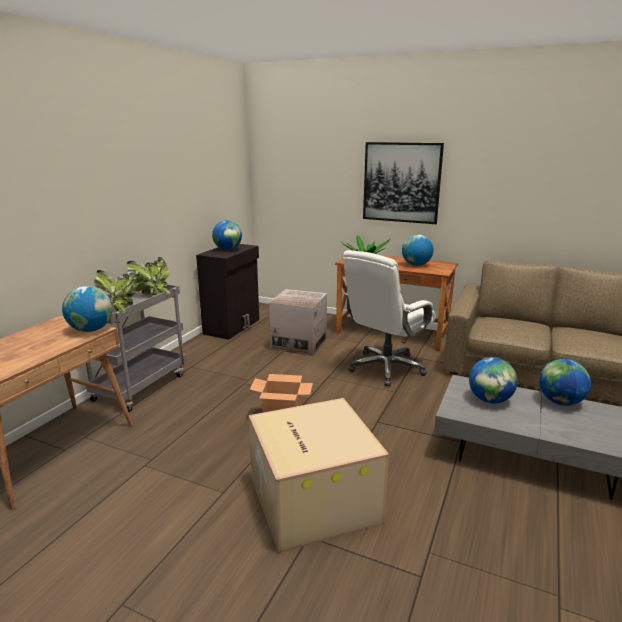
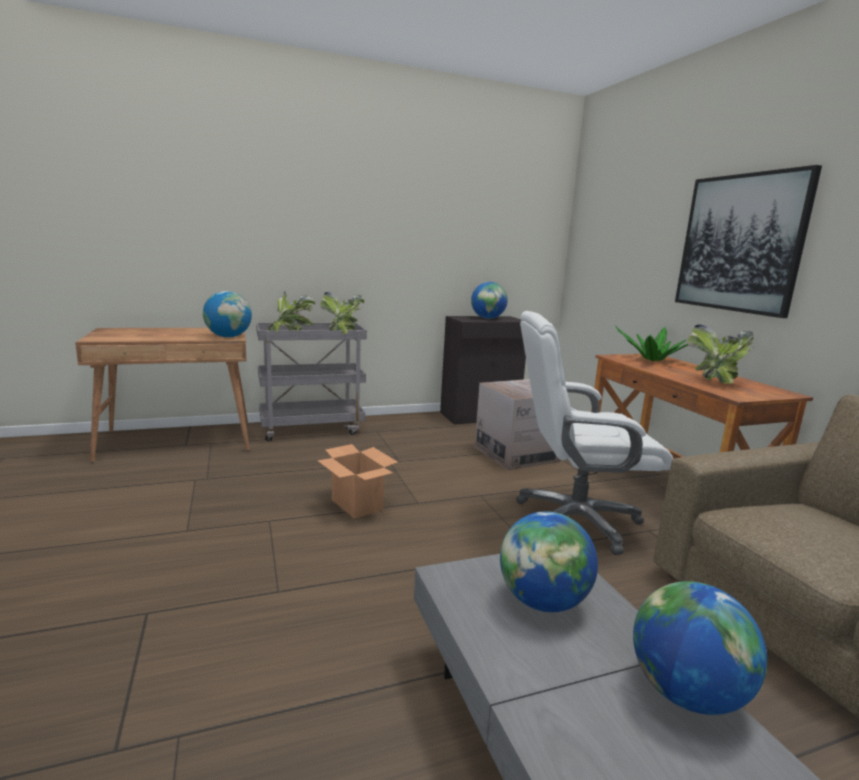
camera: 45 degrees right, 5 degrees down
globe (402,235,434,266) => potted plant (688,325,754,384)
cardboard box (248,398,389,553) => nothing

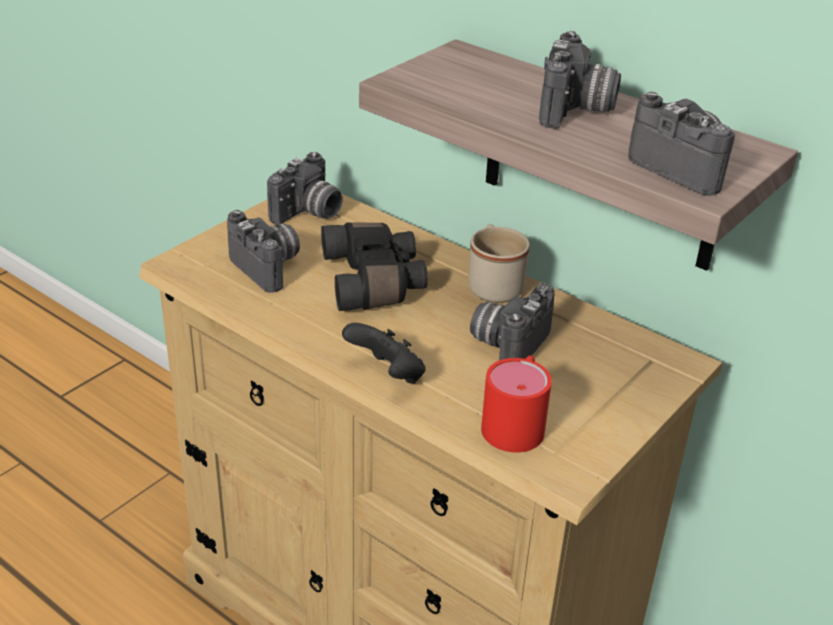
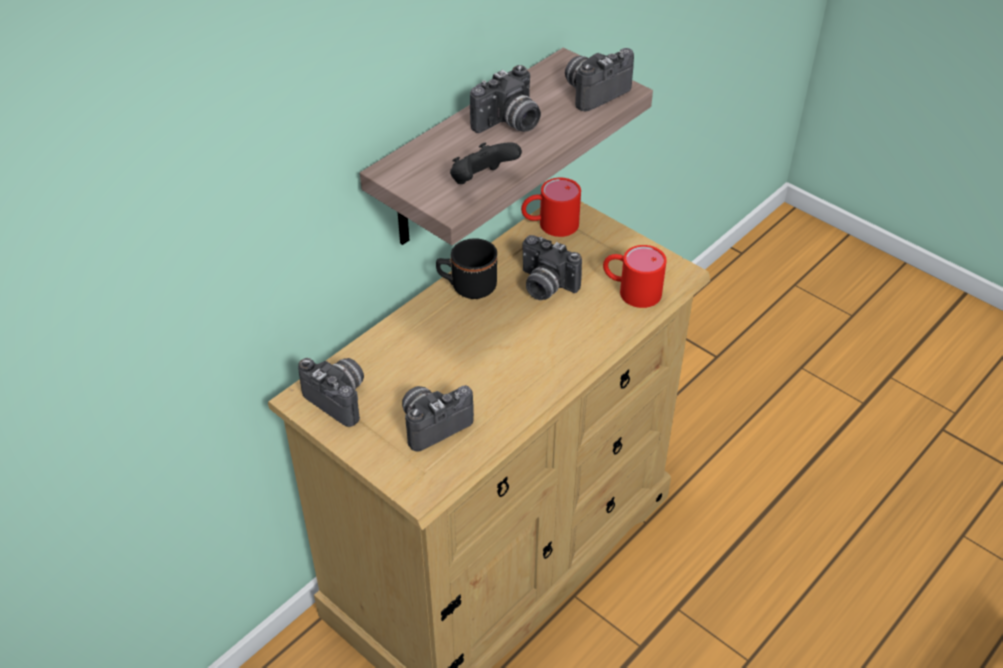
camera: 85 degrees left, 10 degrees up
photo camera (539,31,621,129) => photo camera (470,65,541,133), 120 degrees clockwise
black binoculars (321,222,428,311) => nothing
beige mug (469,224,530,303) => black mug (436,238,497,299)
black game controller (342,323,426,384) => black game controller (450,142,522,184), move
nothing => red mug (521,178,581,237)

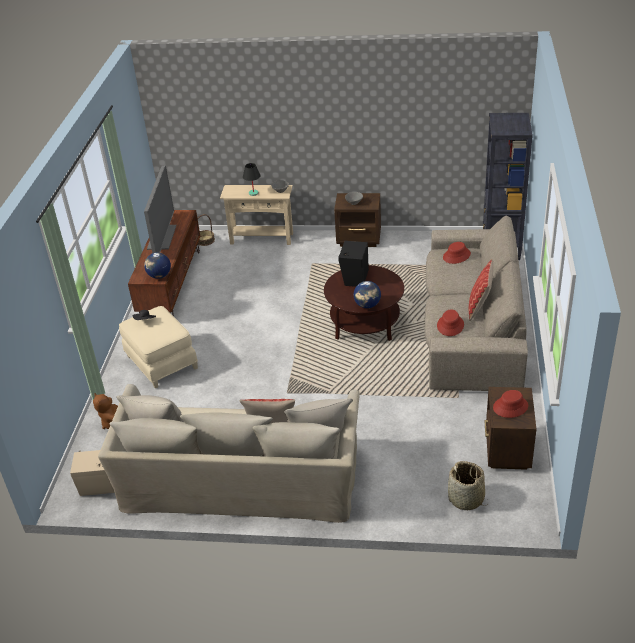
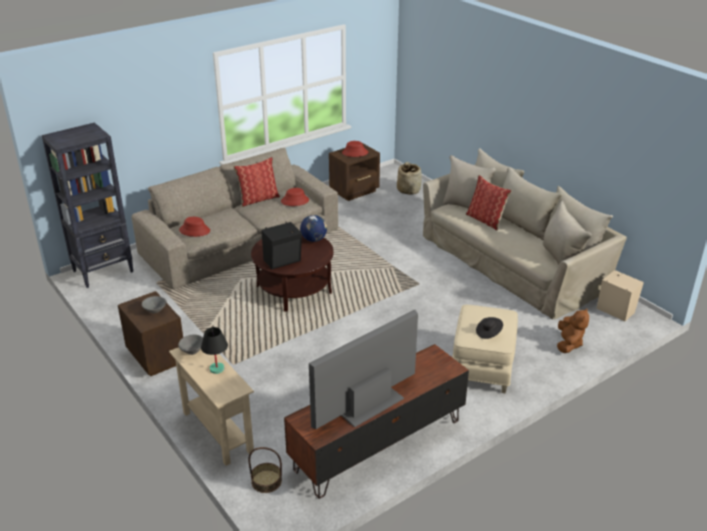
camera: 135 degrees left, 5 degrees down
globe (144,253,171,279) => nothing

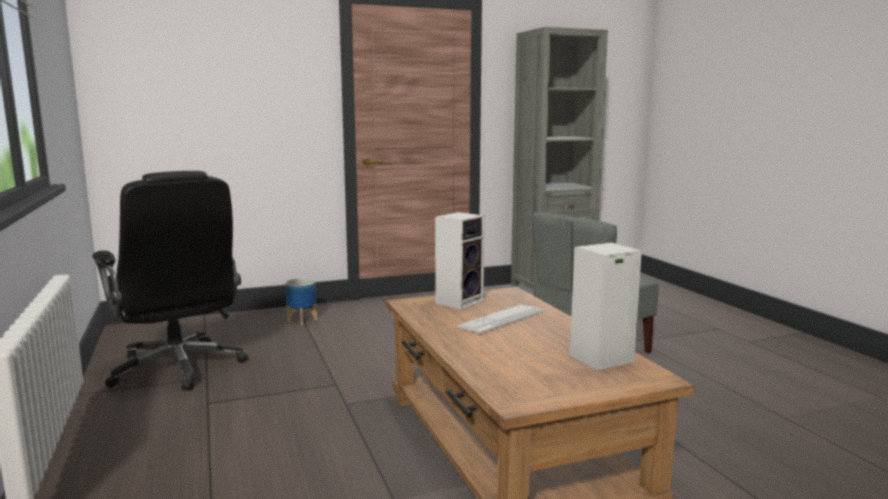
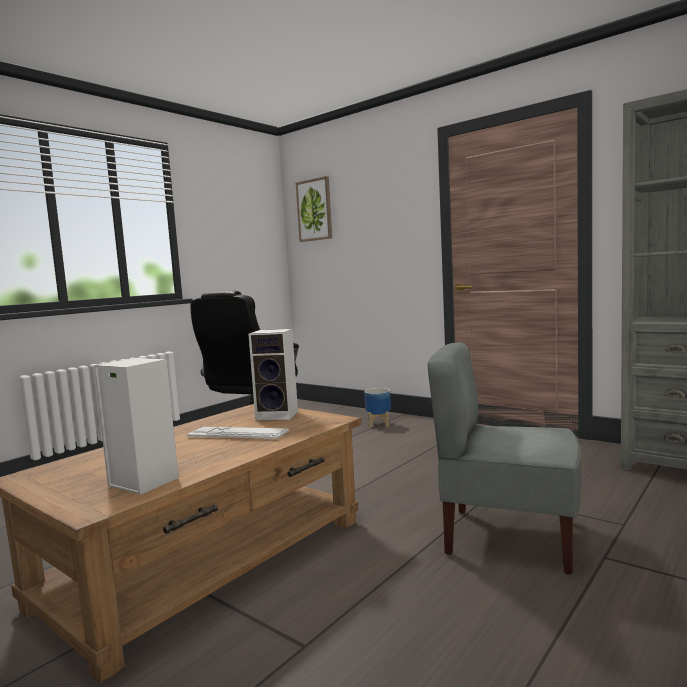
camera: 60 degrees right, 5 degrees down
nothing => picture (296,176,332,242)

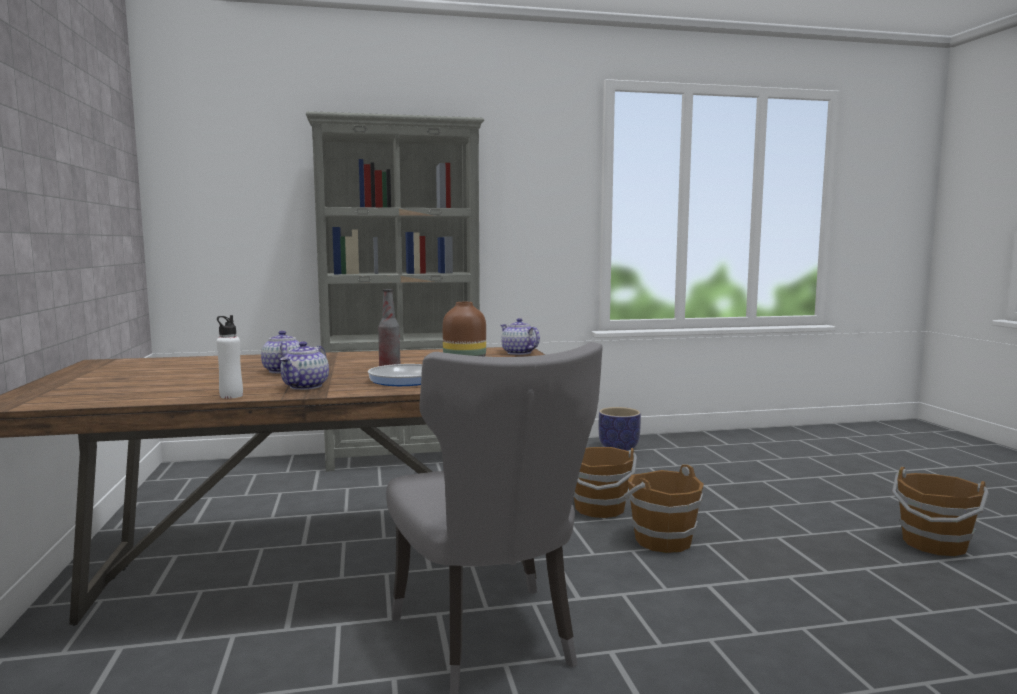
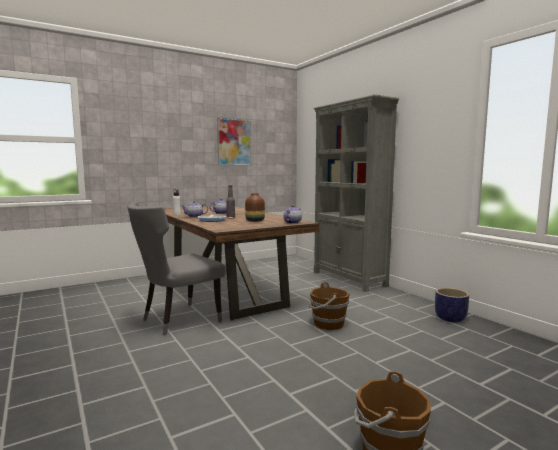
camera: 70 degrees right, 0 degrees up
brown bucket (624,464,704,553) => nothing
nothing => picture (217,117,251,166)

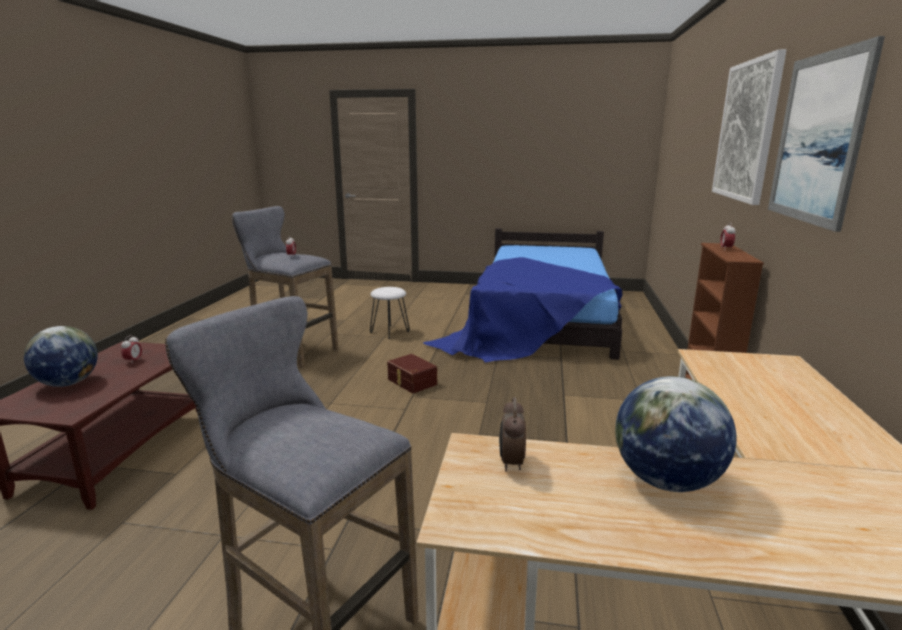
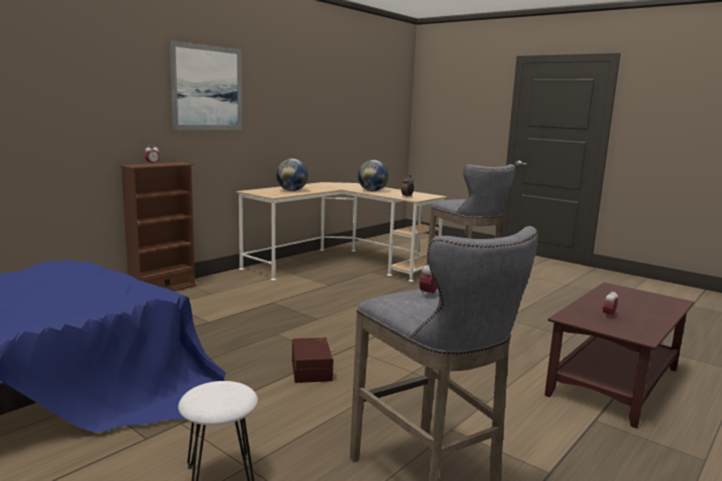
camera: 150 degrees left, 5 degrees down
picture (712,49,786,205) => nothing
globe (24,326,98,387) => globe (276,159,308,191), move

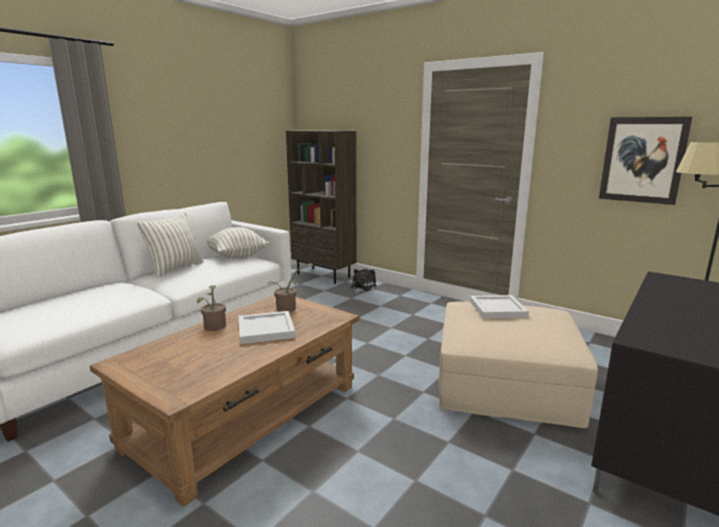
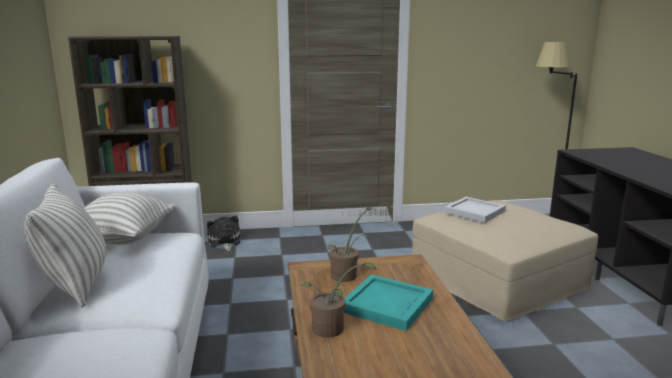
camera: 45 degrees left, 0 degrees up
picture (599,117,692,205) => nothing
white tray (239,311,295,344) => turquoise tray (344,274,433,331)

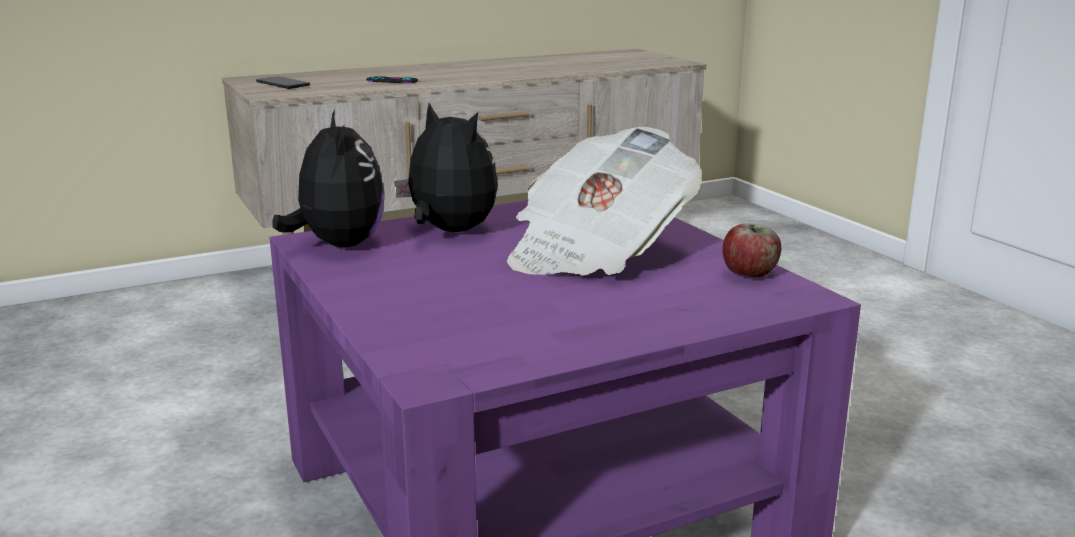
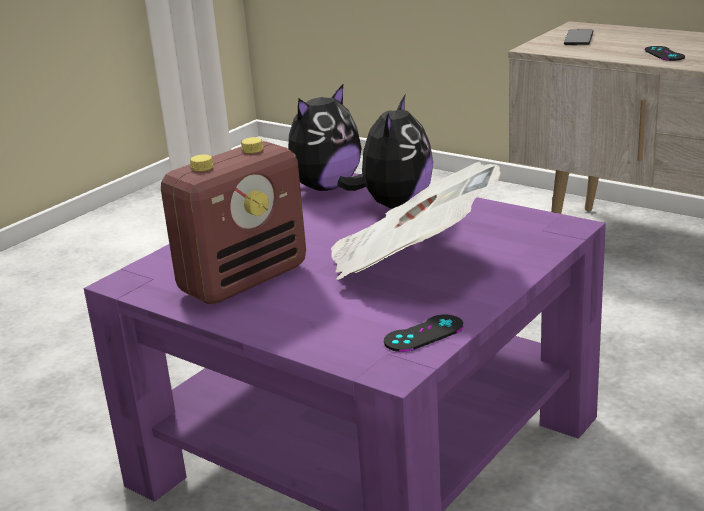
camera: 65 degrees right, 5 degrees up
apple (723,223,781,277) => black game controller (384,315,464,352)
nothing => radio (161,137,306,304)

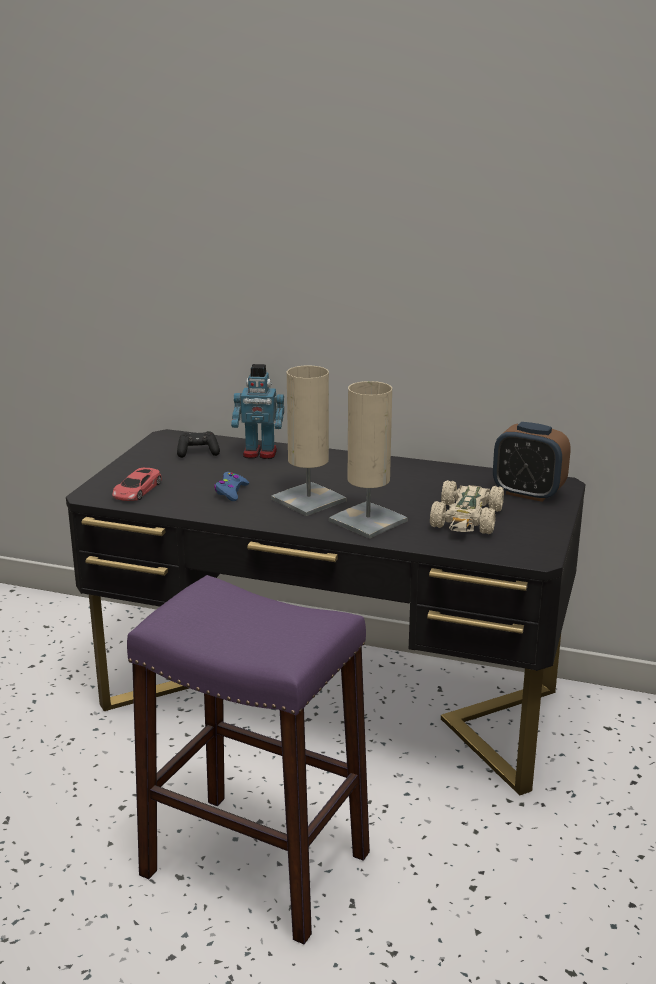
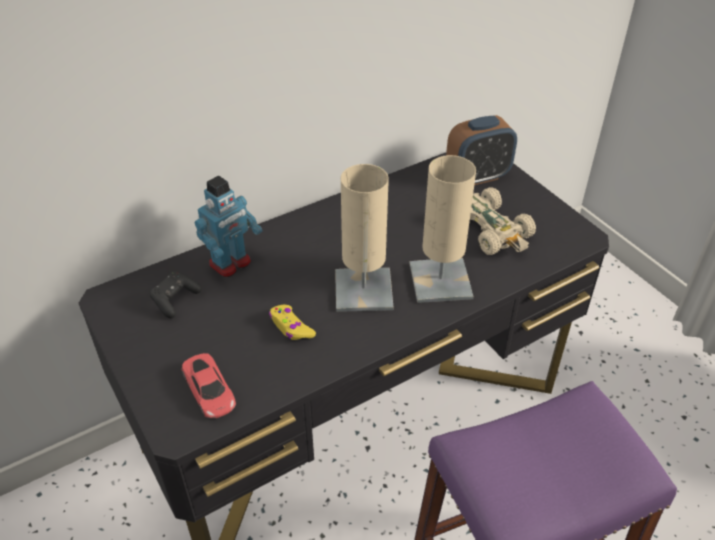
camera: 50 degrees left, 20 degrees up
blue game controller (214,472,249,501) => yellow game controller (269,305,316,340)

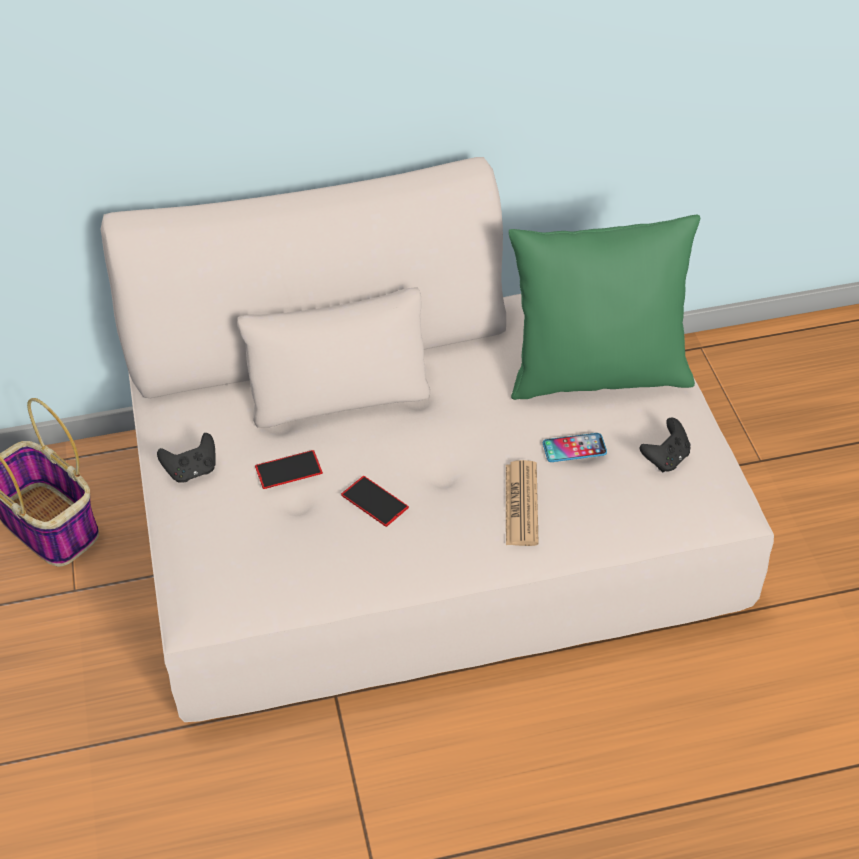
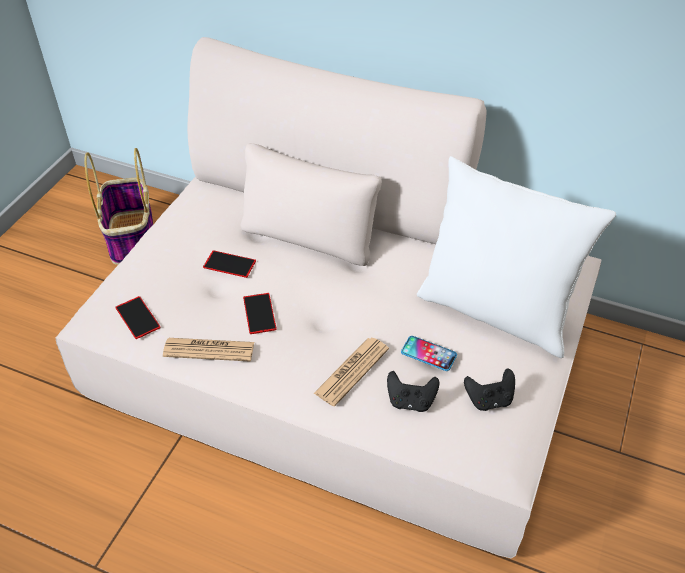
camera: 35 degrees right, 0 degrees up
green pillow (509,215,700,400) => white pillow (417,156,616,358)
black game controller (157,433,216,483) => black game controller (387,371,439,412), move
nothing => phone (116,296,161,339)
nothing => newspaper (163,338,254,361)

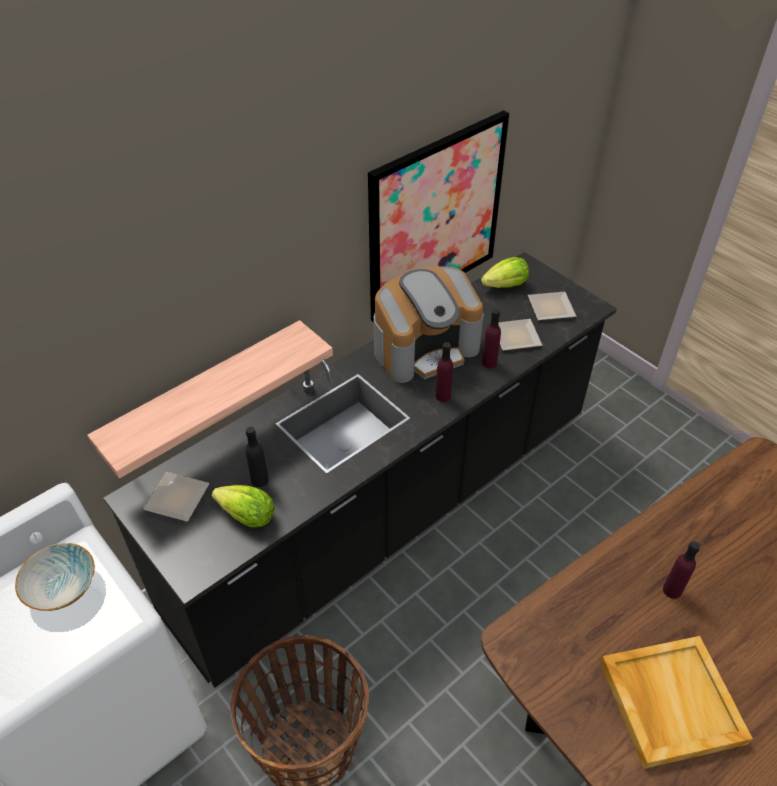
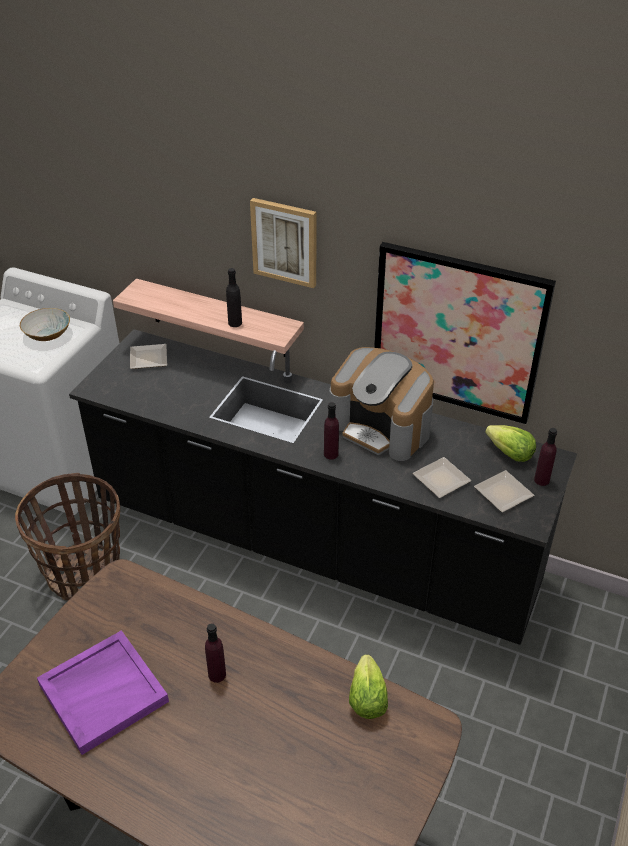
camera: 65 degrees right, 5 degrees down
purple bottle (482,309,501,368) => purple bottle (534,428,557,486), move
black bottle (245,427,269,487) => black bottle (226,268,242,327), move
lettuce (212,485,275,527) => lettuce (349,655,388,719), move
beige tray (600,636,753,769) => purple tray (37,630,169,755)
nothing => picture (250,198,316,288)

